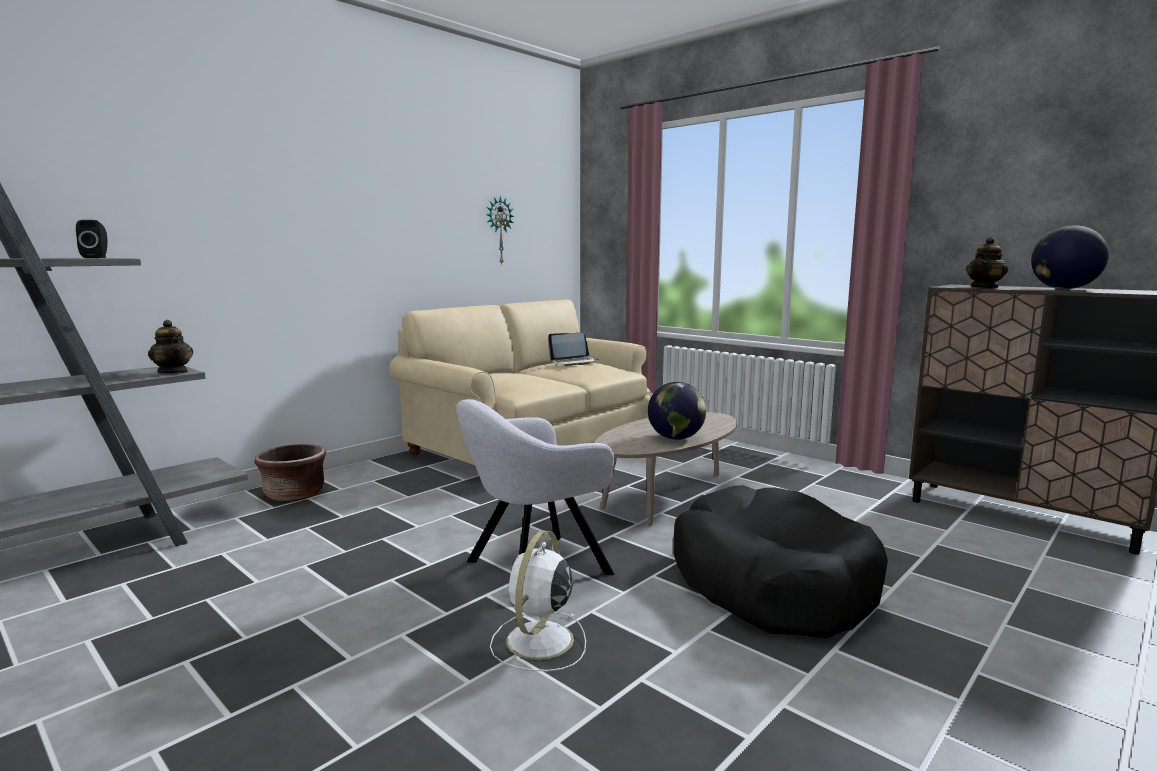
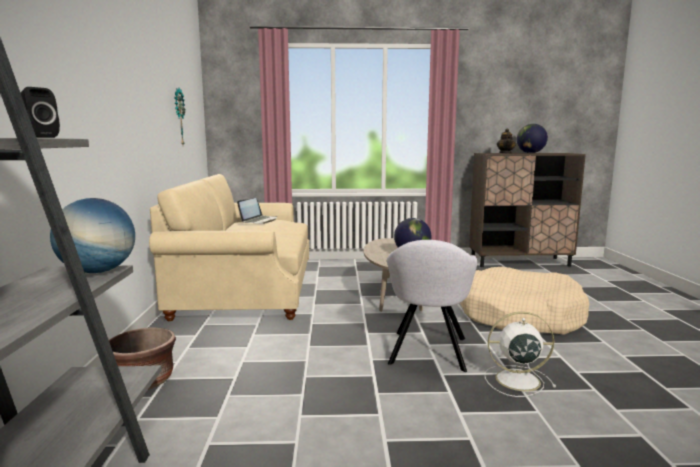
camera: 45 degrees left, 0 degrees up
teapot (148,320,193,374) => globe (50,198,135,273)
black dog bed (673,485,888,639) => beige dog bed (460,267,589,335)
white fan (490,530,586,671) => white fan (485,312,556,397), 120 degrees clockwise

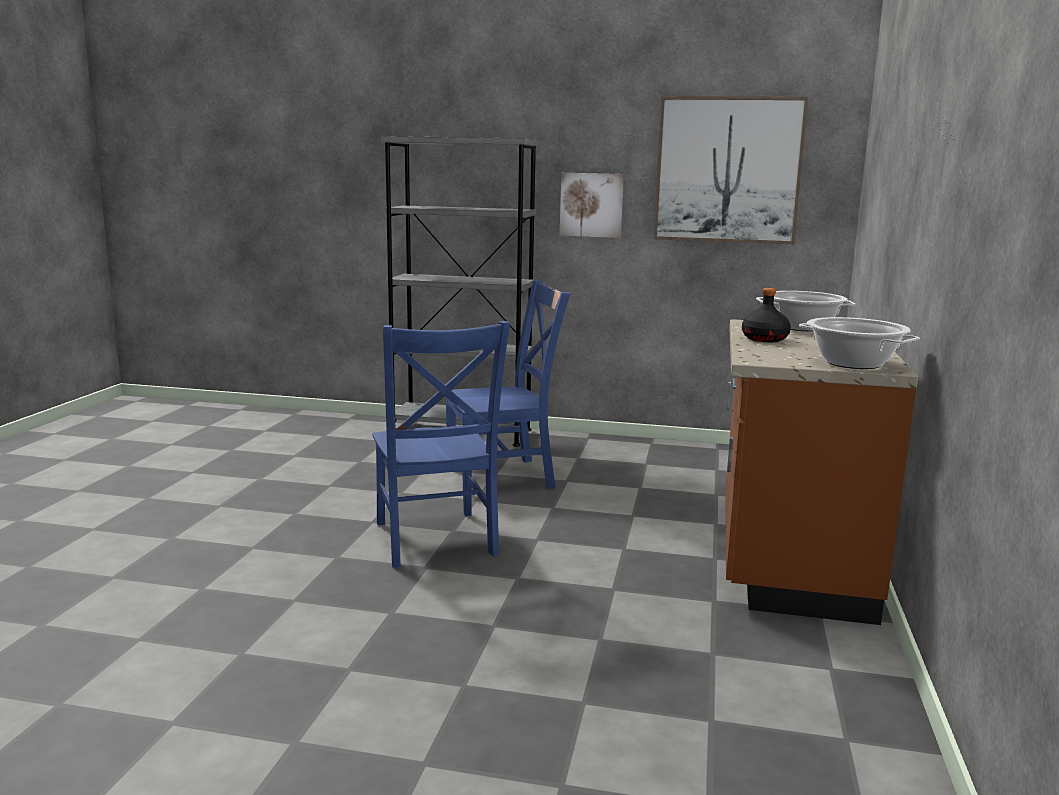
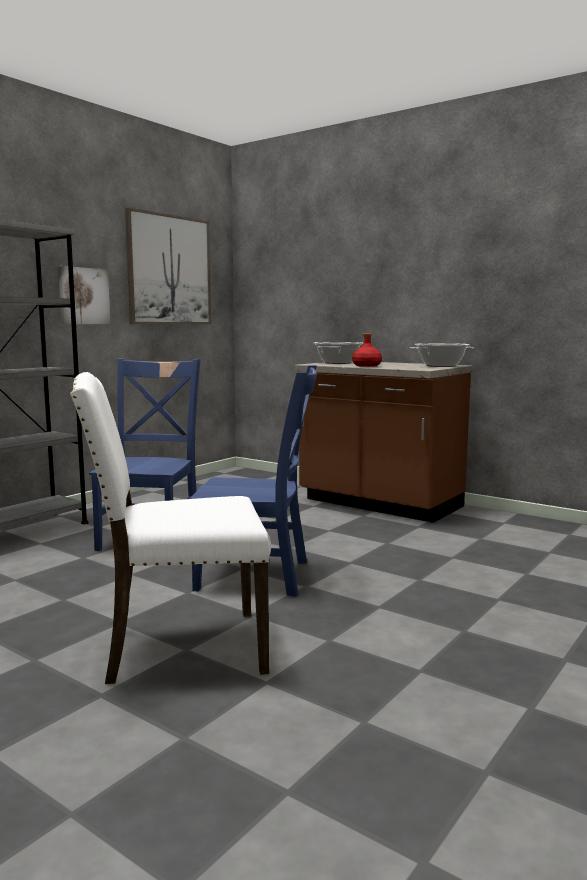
camera: 65 degrees left, 5 degrees down
black bottle (742,288,791,342) => red bottle (352,333,382,367)
nothing => white chair (70,372,271,684)

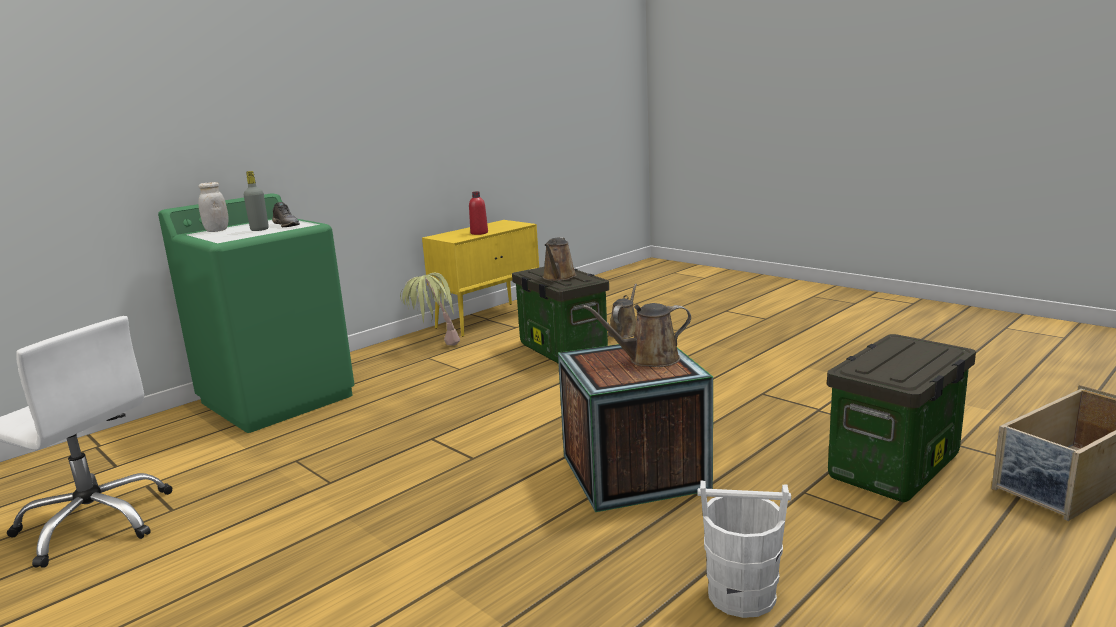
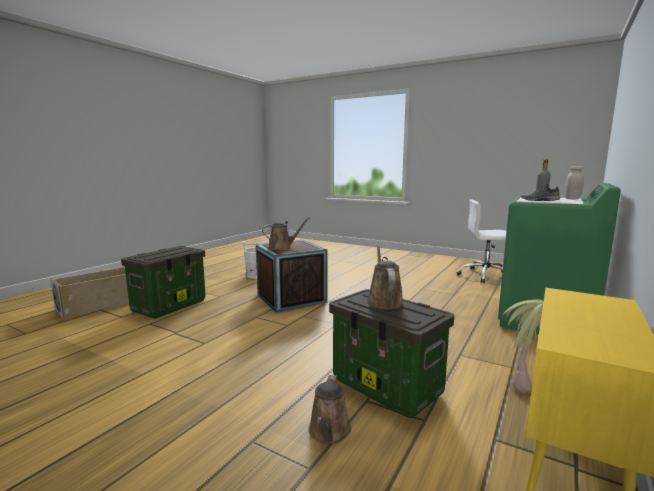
camera: 165 degrees right, 5 degrees down
red bottle (469,191,488,235) => nothing

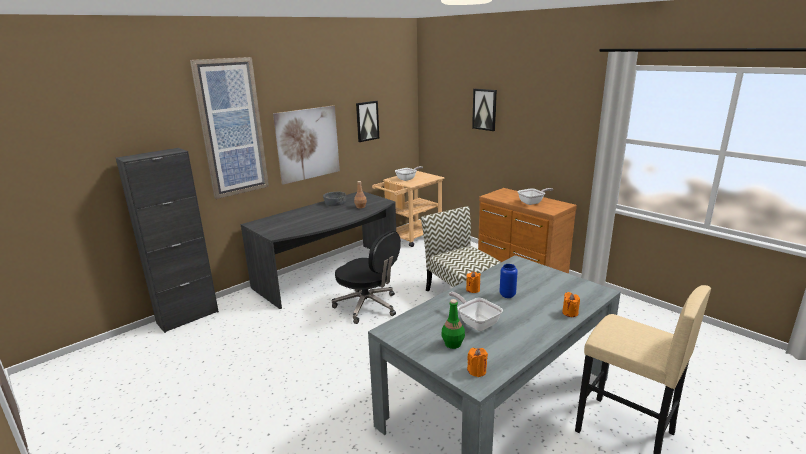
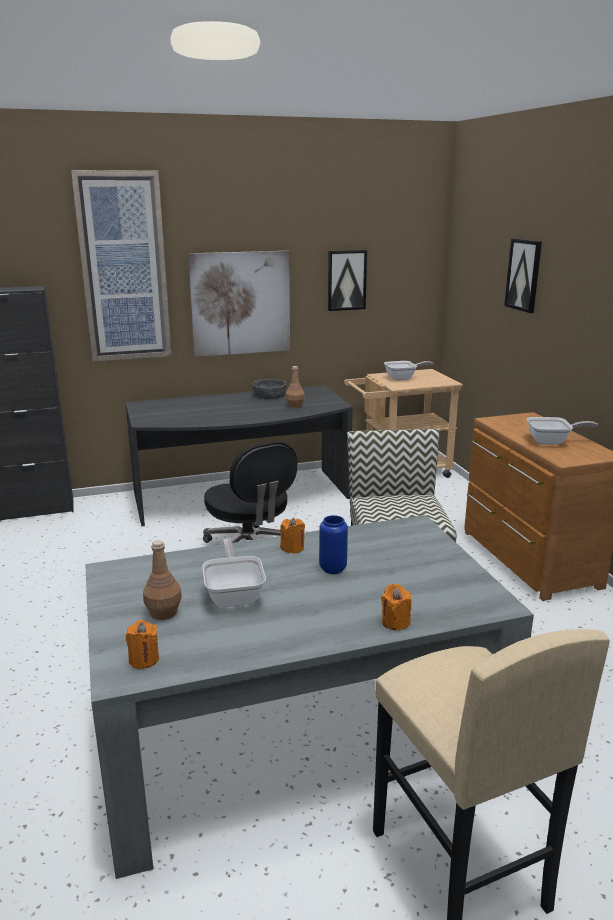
camera: 25 degrees right, 0 degrees up
green bottle (441,299,465,349) => brown bottle (143,540,182,620)

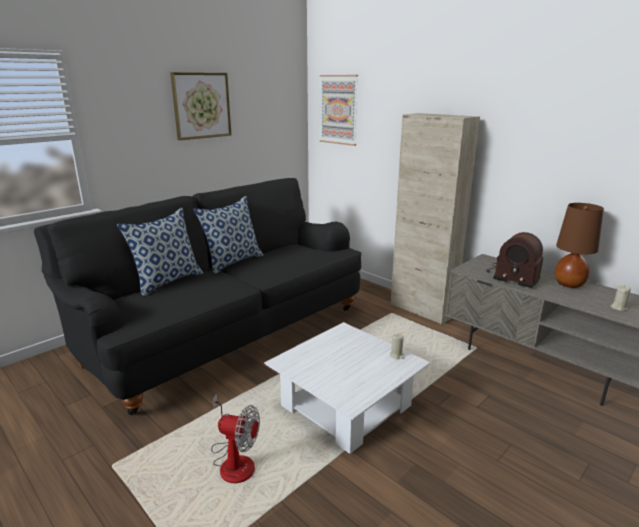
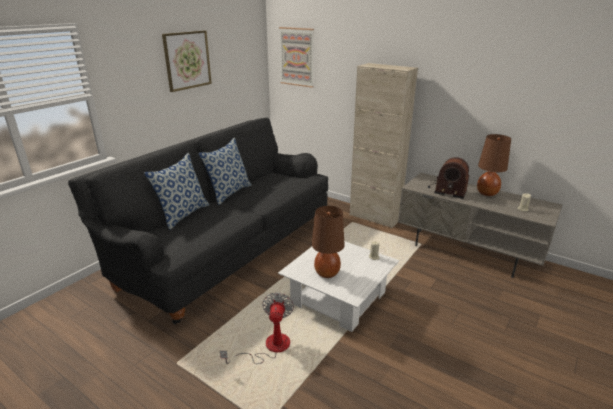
camera: 10 degrees left, 5 degrees up
fan (211,394,260,483) => fan (220,292,294,364), 90 degrees counterclockwise
nothing => brown table lamp (312,206,345,278)

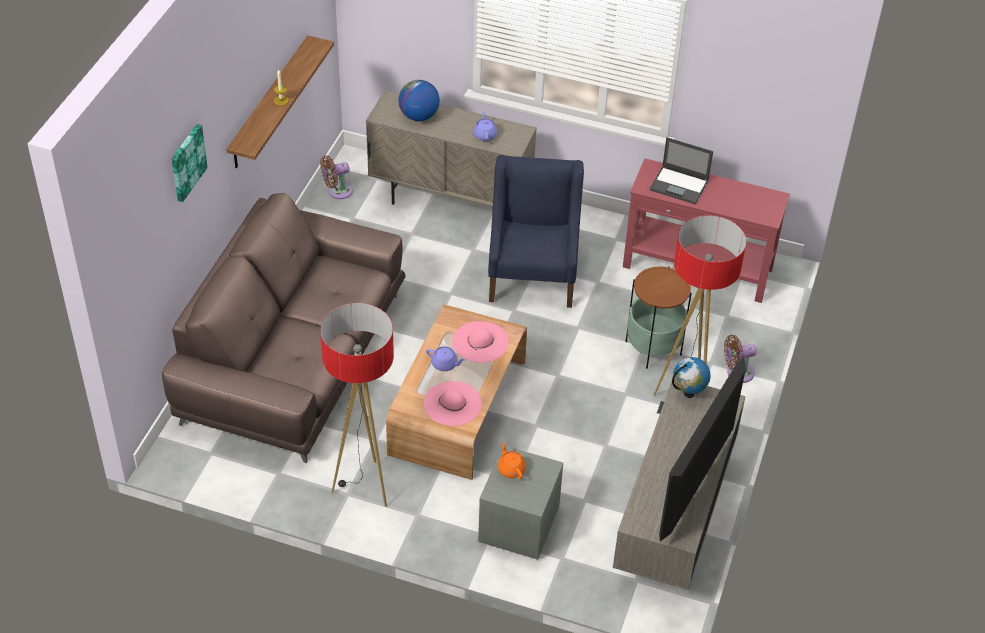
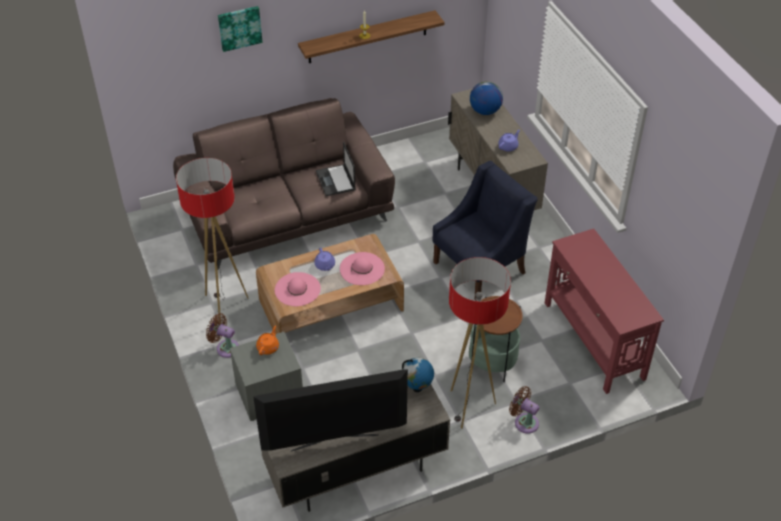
camera: 50 degrees right, 0 degrees up
laptop (650,137,713,205) => laptop (316,142,356,196), move
brown fan (320,156,353,199) => brown fan (206,313,239,358), move

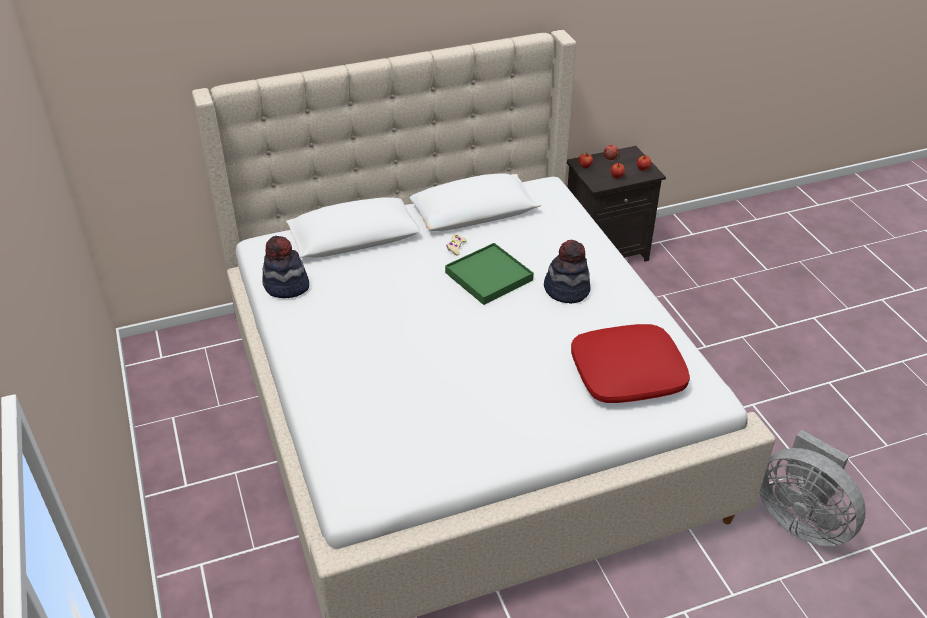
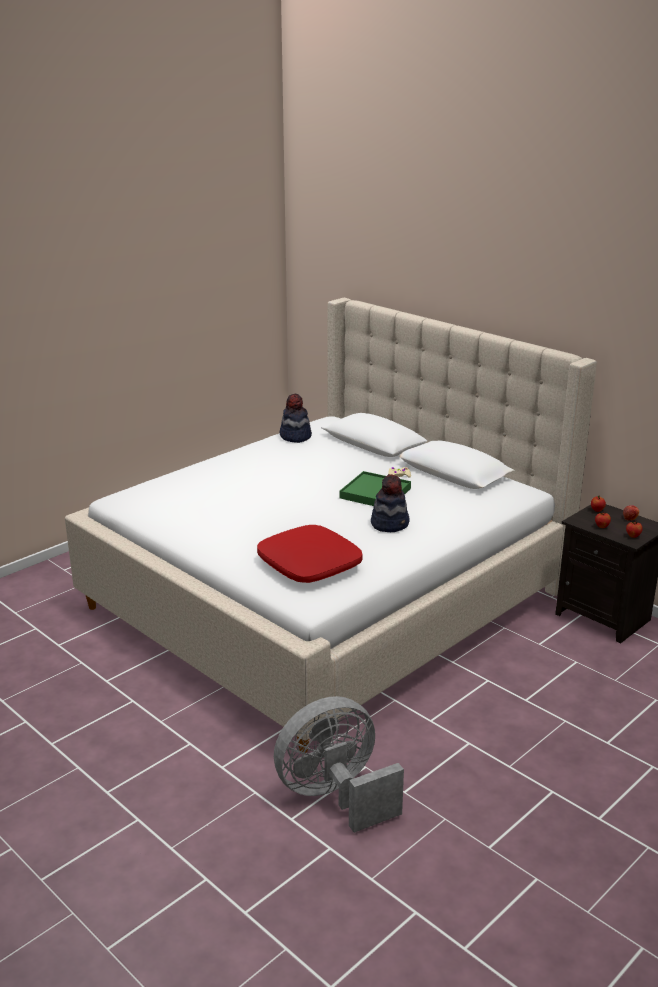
camera: 65 degrees right, 15 degrees down
grey fan (759,430,865,546) => grey fan (274,696,404,833), 45 degrees clockwise

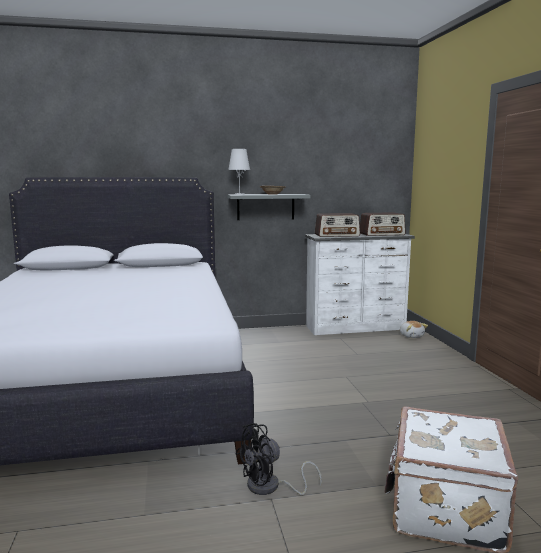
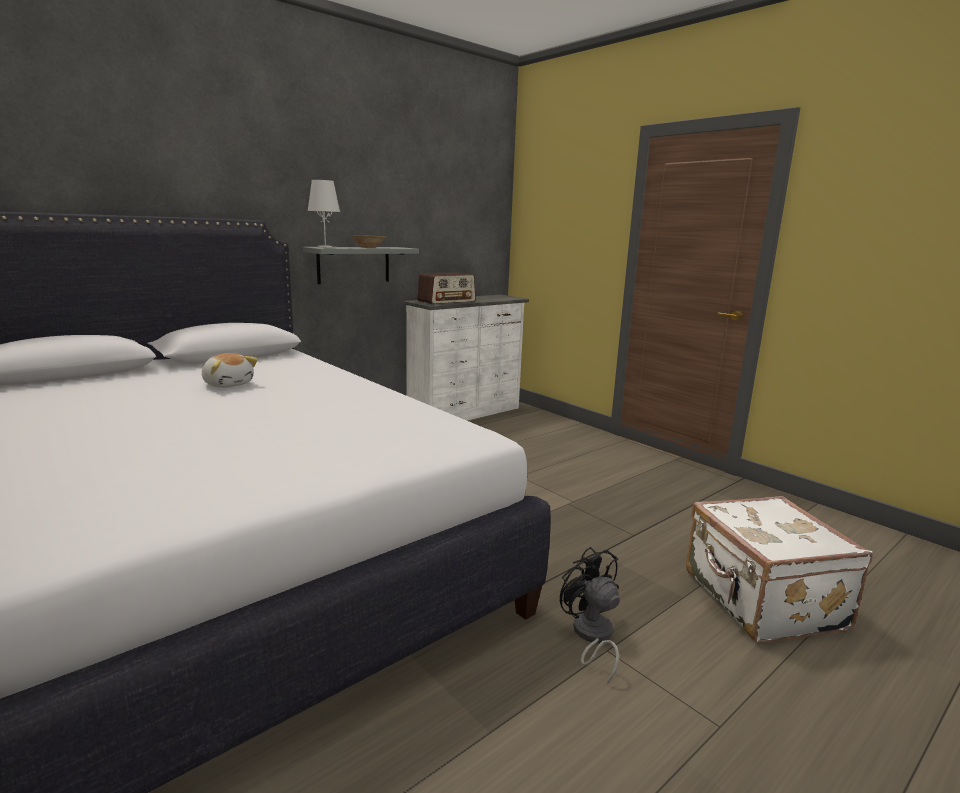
camera: 30 degrees left, 5 degrees up
radio (360,212,406,236) => nothing
plush toy (400,321,428,338) => plush toy (202,353,258,388), move
black fan (236,423,322,495) => black fan (560,547,620,685), 120 degrees clockwise

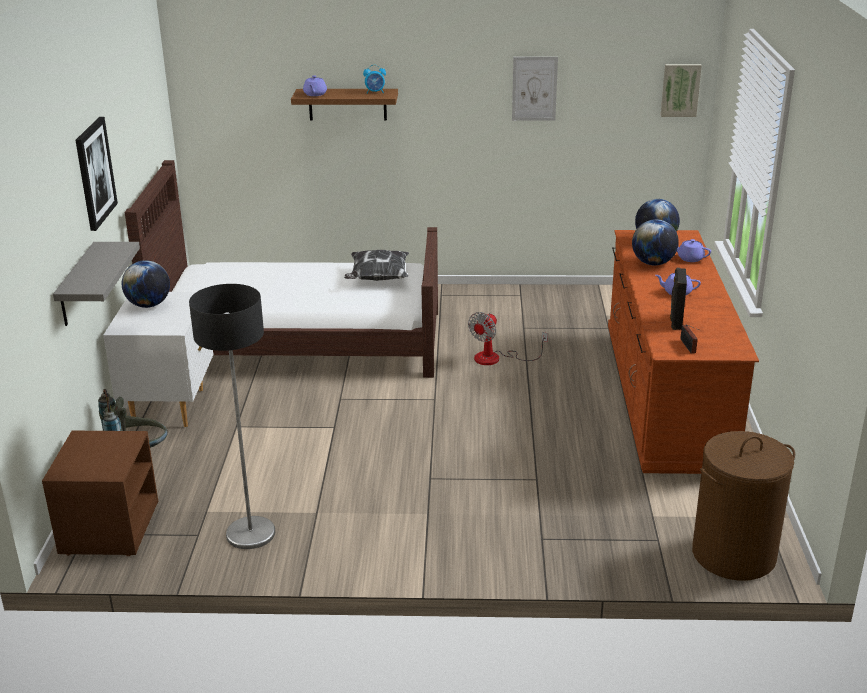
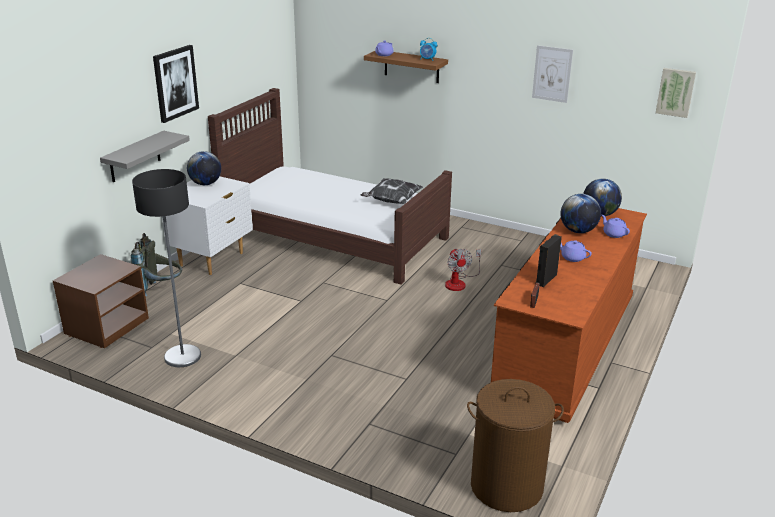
camera: 25 degrees right, 0 degrees up
fan (468,312,548,365) => fan (445,248,481,291), 75 degrees counterclockwise

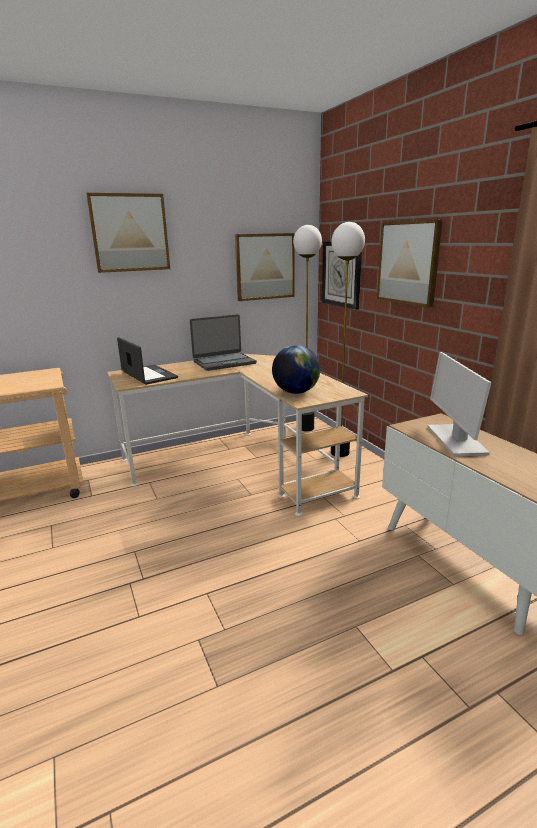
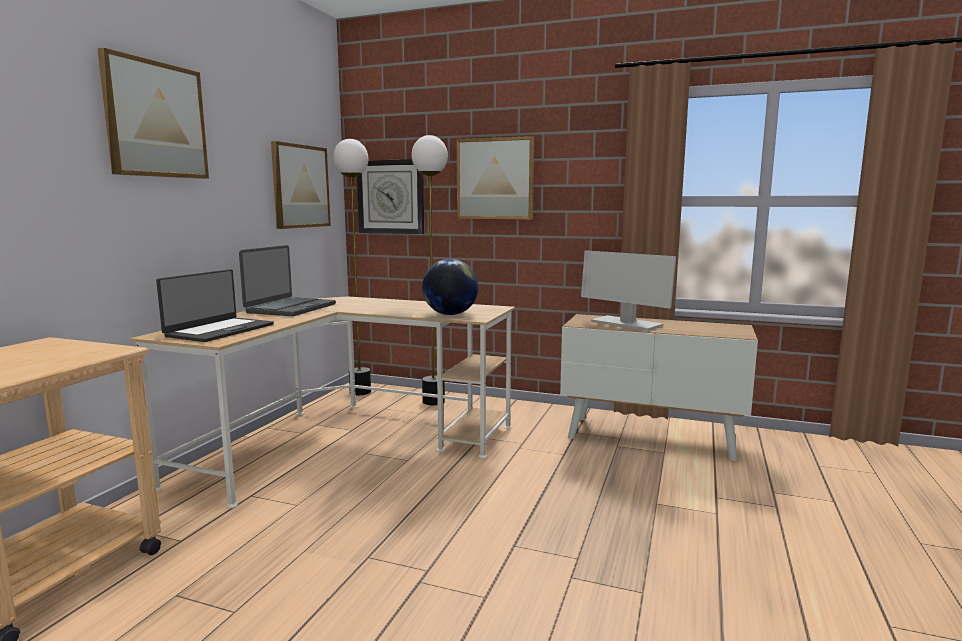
camera: 45 degrees left, 10 degrees down
laptop (117,337,178,385) => laptop (156,269,274,342), 105 degrees clockwise

